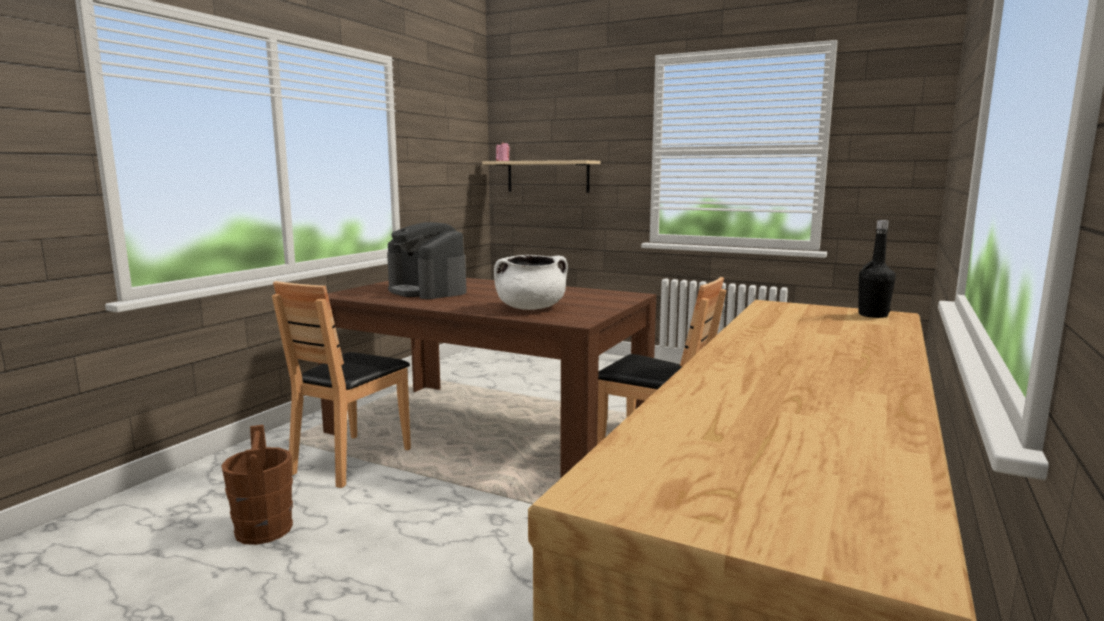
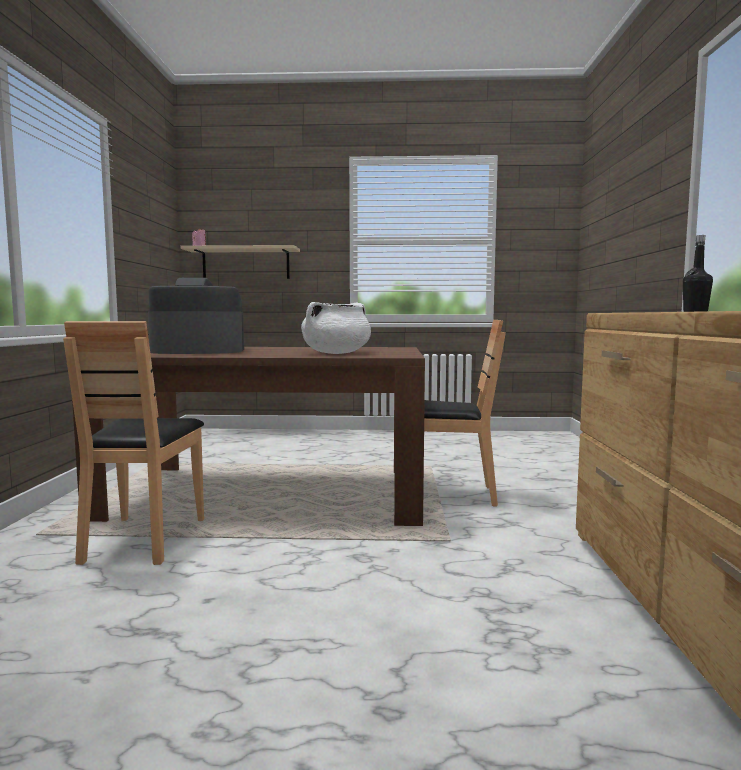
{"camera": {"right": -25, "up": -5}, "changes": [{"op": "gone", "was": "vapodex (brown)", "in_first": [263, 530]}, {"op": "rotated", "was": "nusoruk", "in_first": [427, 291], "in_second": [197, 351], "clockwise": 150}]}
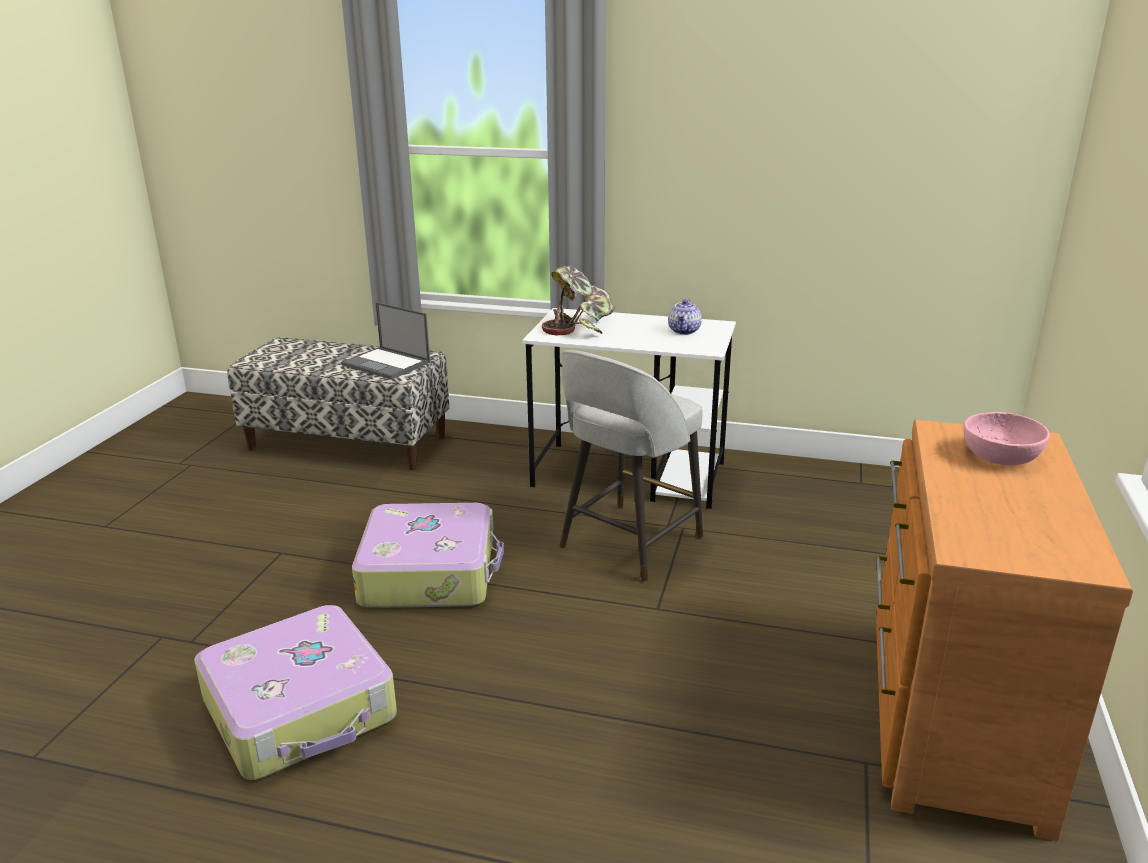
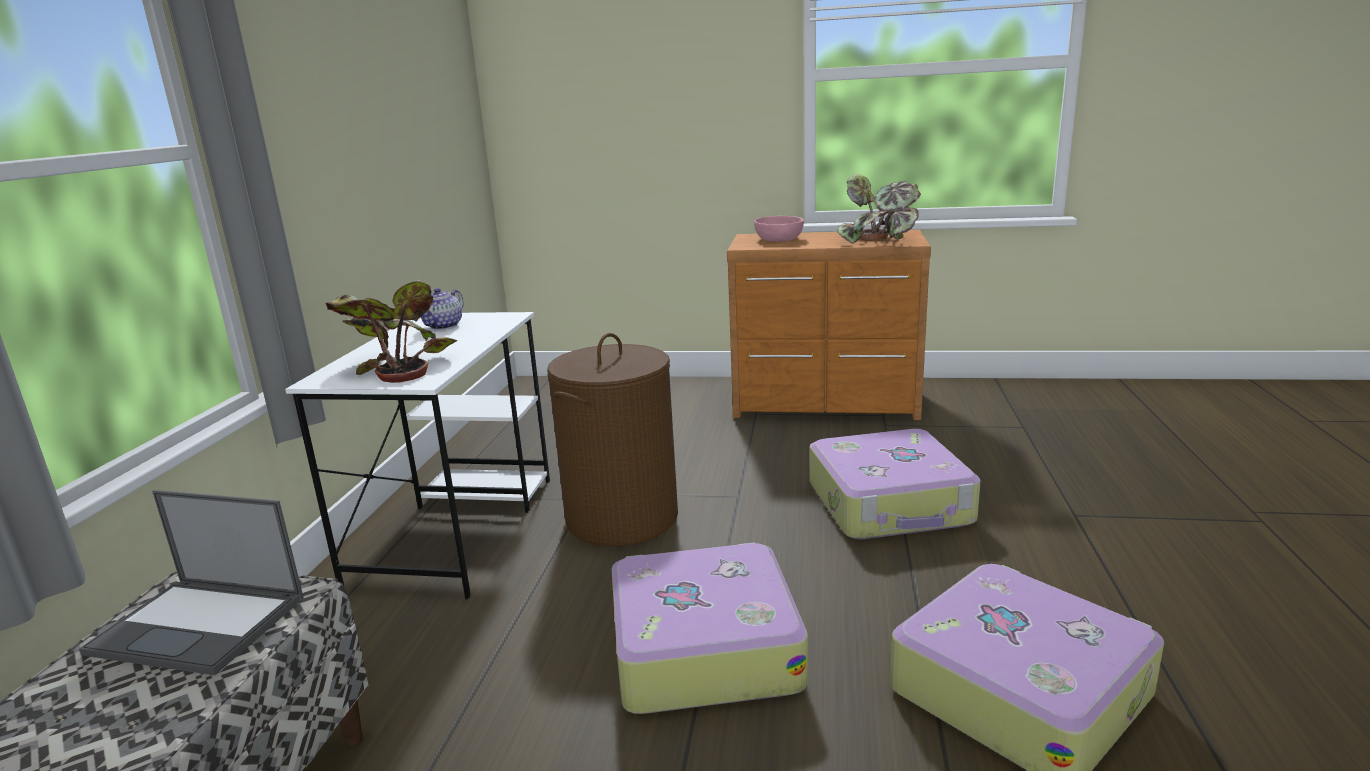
{"camera": {"right": -95, "up": -5}, "changes": [{"op": "rotated", "was": "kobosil", "in_first": [387, 364], "in_second": [201, 625], "clockwise": 75}, {"op": "swapped", "was": "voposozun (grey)", "now": "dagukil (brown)", "in_first": [628, 544], "in_second": [622, 518]}, {"op": "rotated", "was": "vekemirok", "in_first": [684, 331], "in_second": [443, 326], "clockwise": 105}, {"op": "new", "now": "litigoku", "in_second": [890, 504]}, {"op": "new", "now": "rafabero", "in_second": [880, 241]}]}
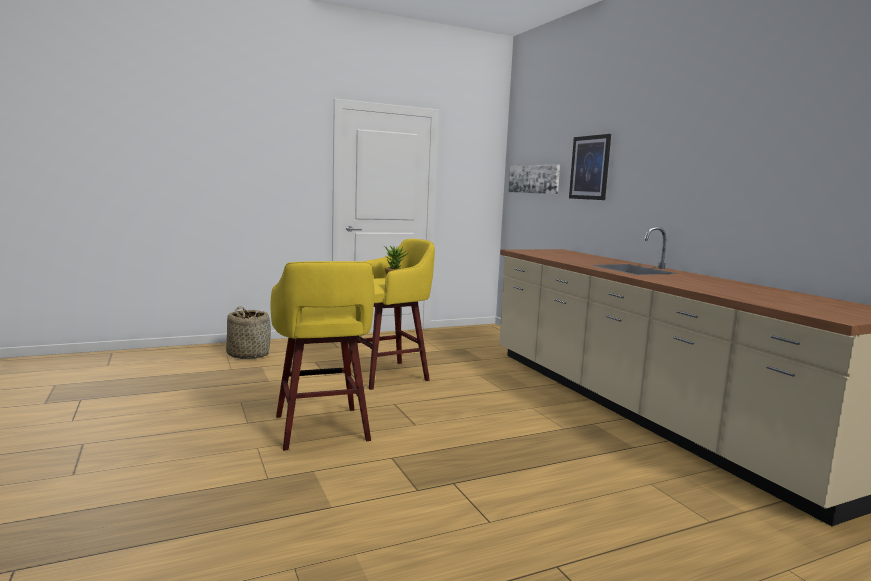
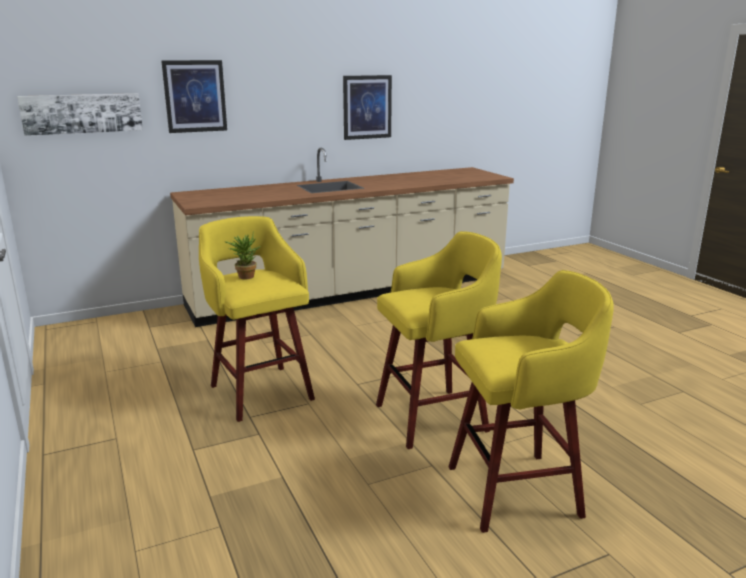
{"camera": {"right": -90, "up": 10}, "changes": [{"op": "gone", "was": "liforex", "in_first": [248, 354]}, {"op": "new", "now": "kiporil", "in_second": [367, 107]}, {"op": "new", "now": "voposozun (yellow)", "in_second": [518, 490]}]}
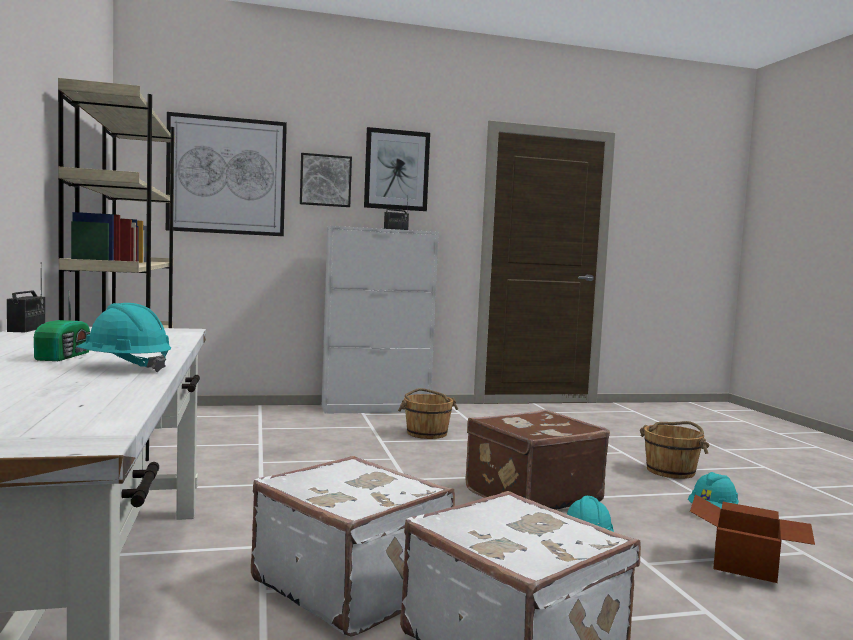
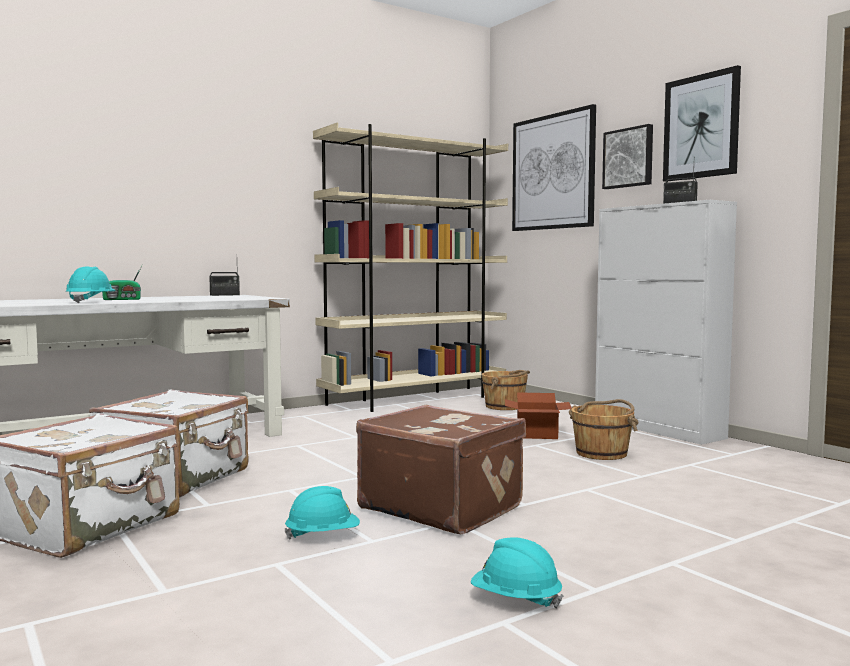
{"camera": {"right": 70, "up": 0}, "changes": [{"op": "shifted", "was": "vapodex (brown)", "in_first": [671, 471], "in_second": [505, 406]}, {"op": "shifted", "was": "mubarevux", "in_first": [747, 565], "in_second": [536, 434]}]}
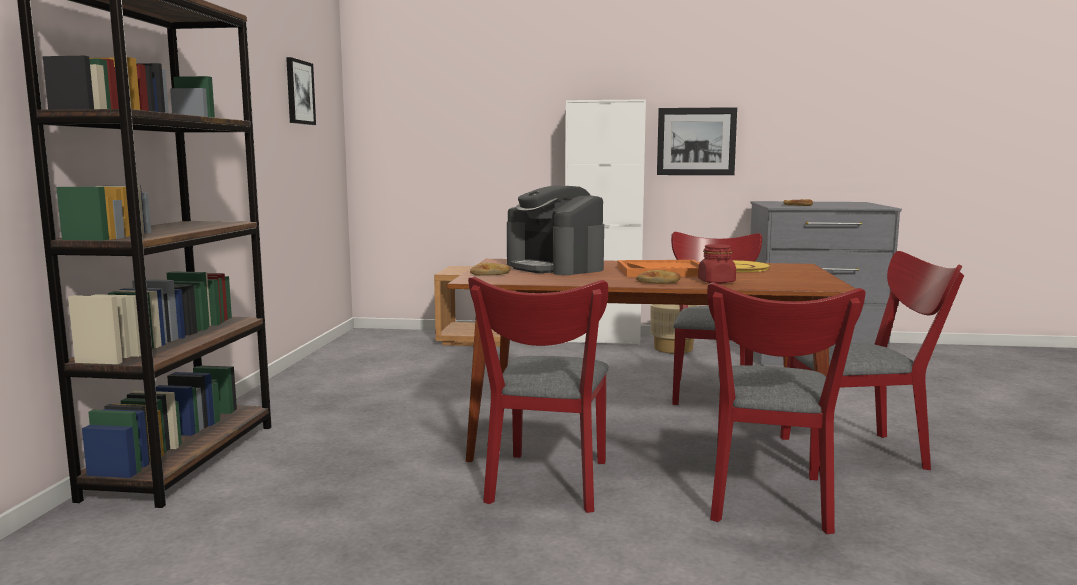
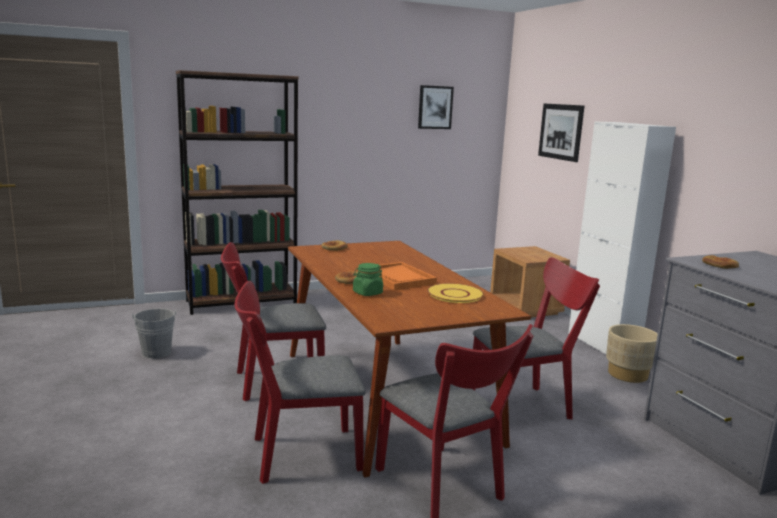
{"camera": {"right": 60, "up": 5}, "changes": [{"op": "gone", "was": "nusoruk", "in_first": [555, 267]}, {"op": "shifted", "was": "kiporil", "in_first": [696, 141], "in_second": [560, 131]}, {"op": "repainted", "was": "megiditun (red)", "now": "megiditun (green)", "in_first": [716, 282], "in_second": [367, 293]}, {"op": "new", "now": "vapodex (grey)", "in_second": [156, 354]}]}
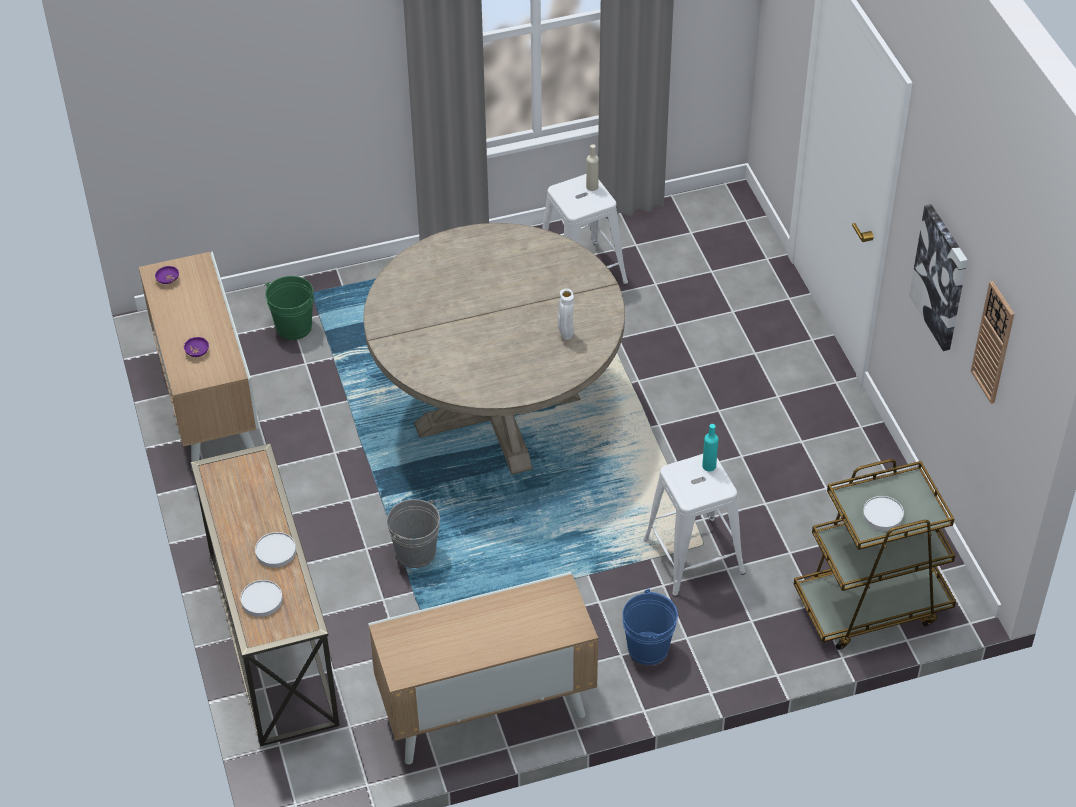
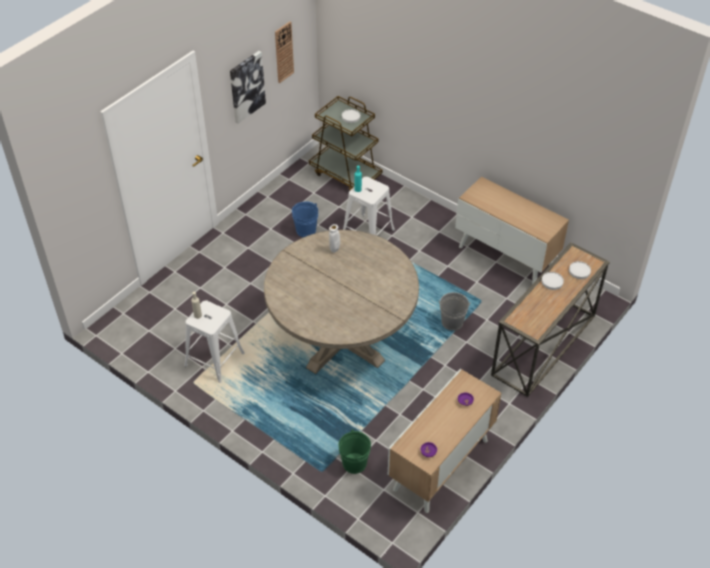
{"camera": {"right": -125, "up": 0}, "changes": [{"op": "shifted", "was": "vapodex (blue)", "in_first": [648, 648], "in_second": [306, 230]}]}
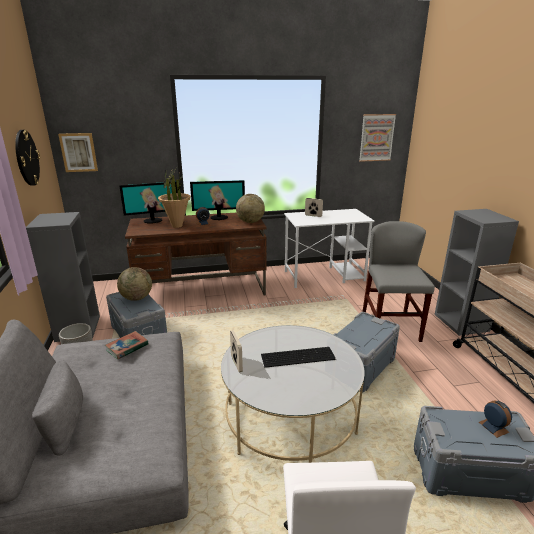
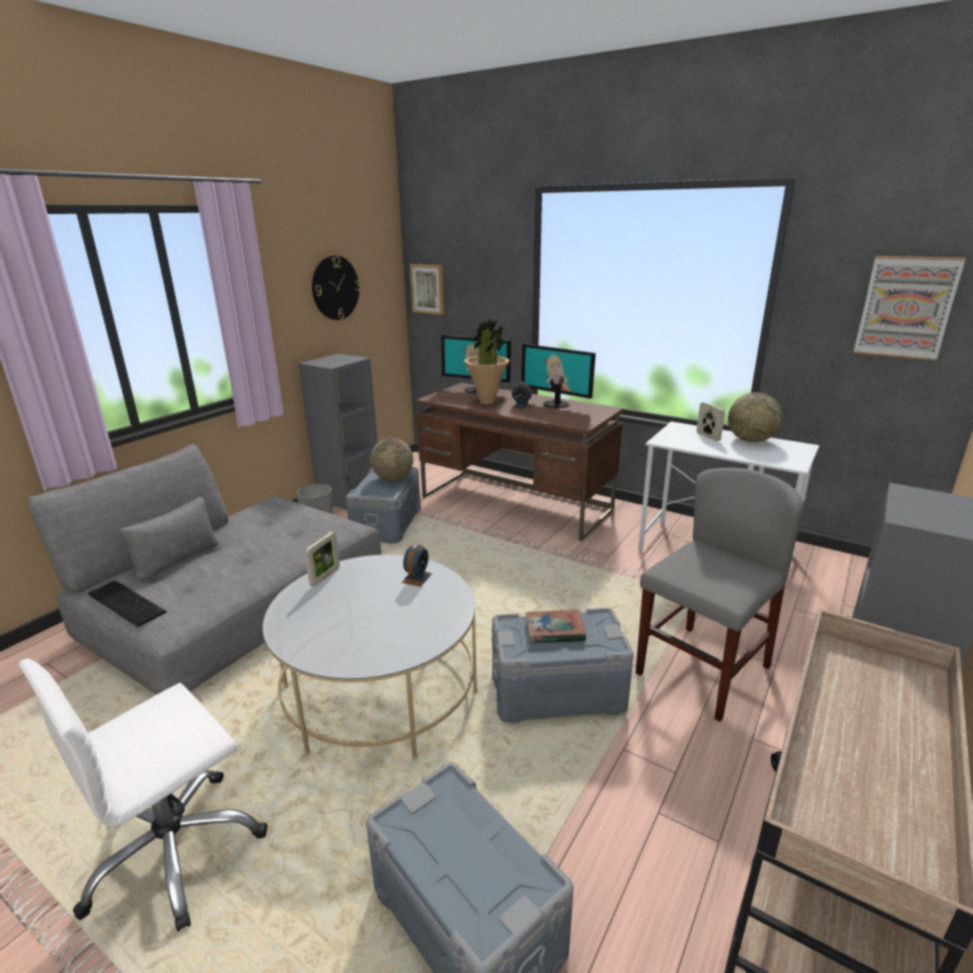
{"camera": {"right": 45, "up": 0}, "changes": [{"op": "shifted", "was": "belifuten", "in_first": [127, 347], "in_second": [554, 630]}, {"op": "shifted", "was": "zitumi", "in_first": [250, 222], "in_second": [750, 440]}, {"op": "shifted", "was": "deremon", "in_first": [296, 356], "in_second": [127, 602]}, {"op": "shifted", "was": "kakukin", "in_first": [493, 427], "in_second": [417, 578]}]}
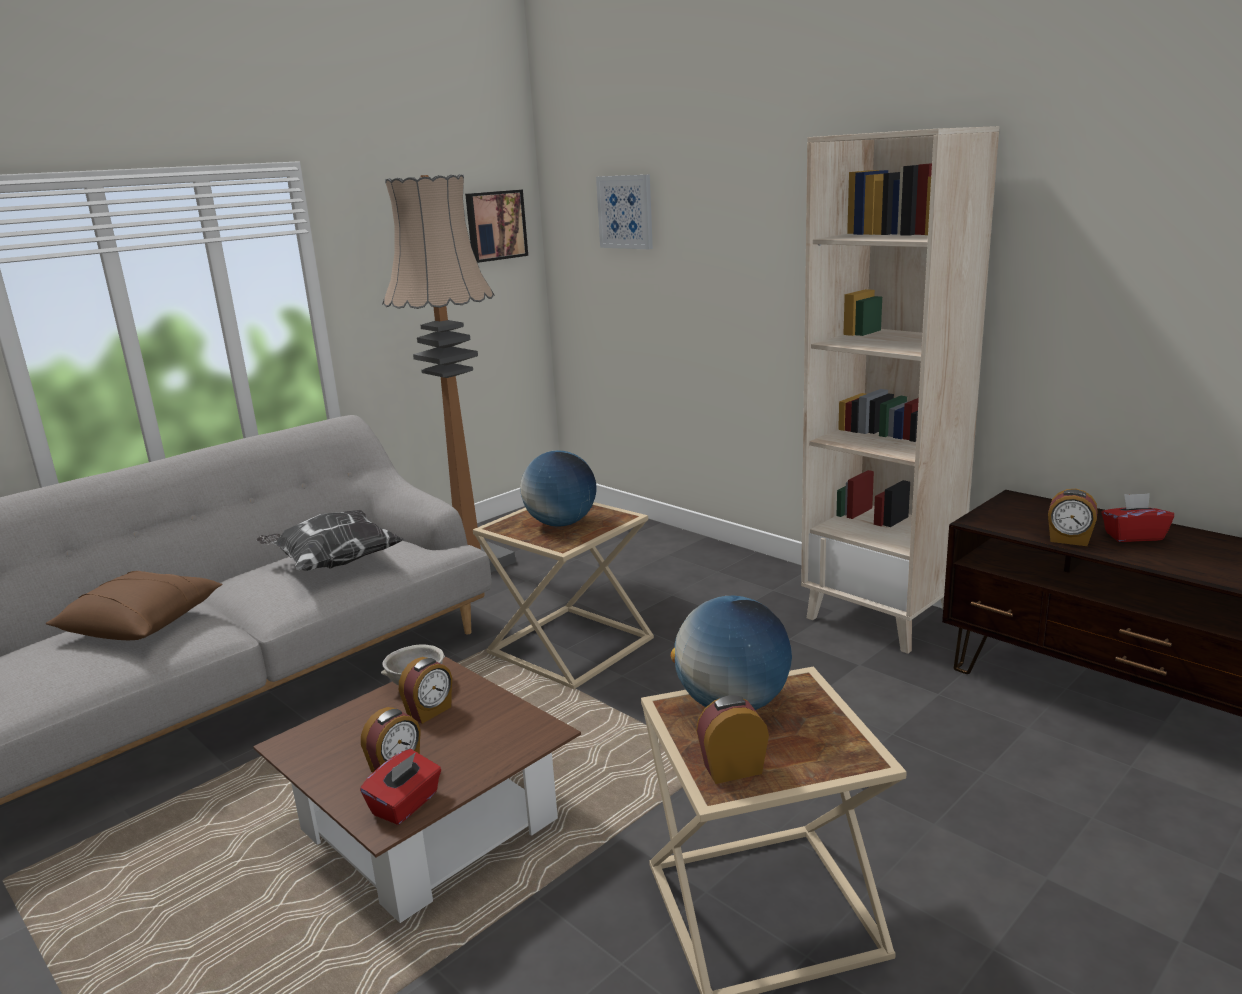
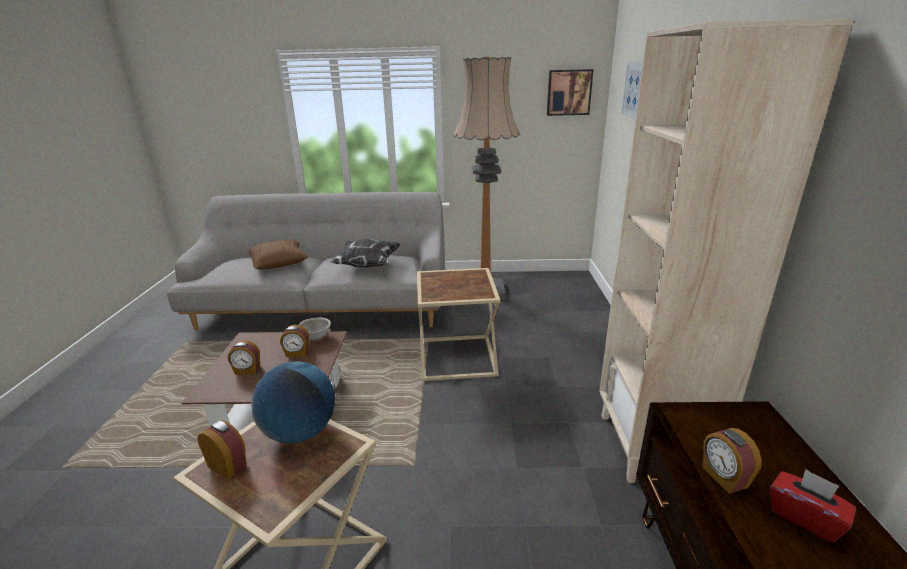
{"camera": {"right": 45, "up": 5}, "changes": [{"op": "gone", "was": "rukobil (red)", "in_first": [406, 804]}, {"op": "gone", "was": "zitumi", "in_first": [561, 523]}]}
